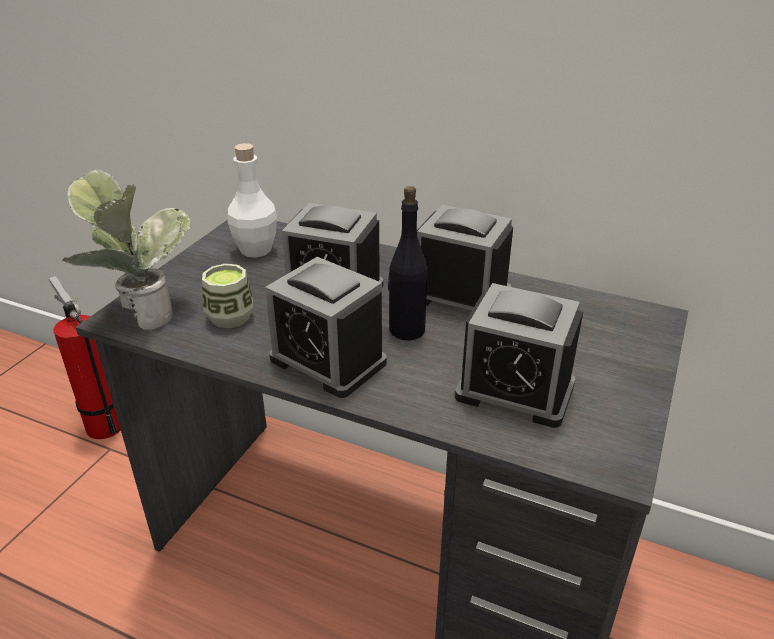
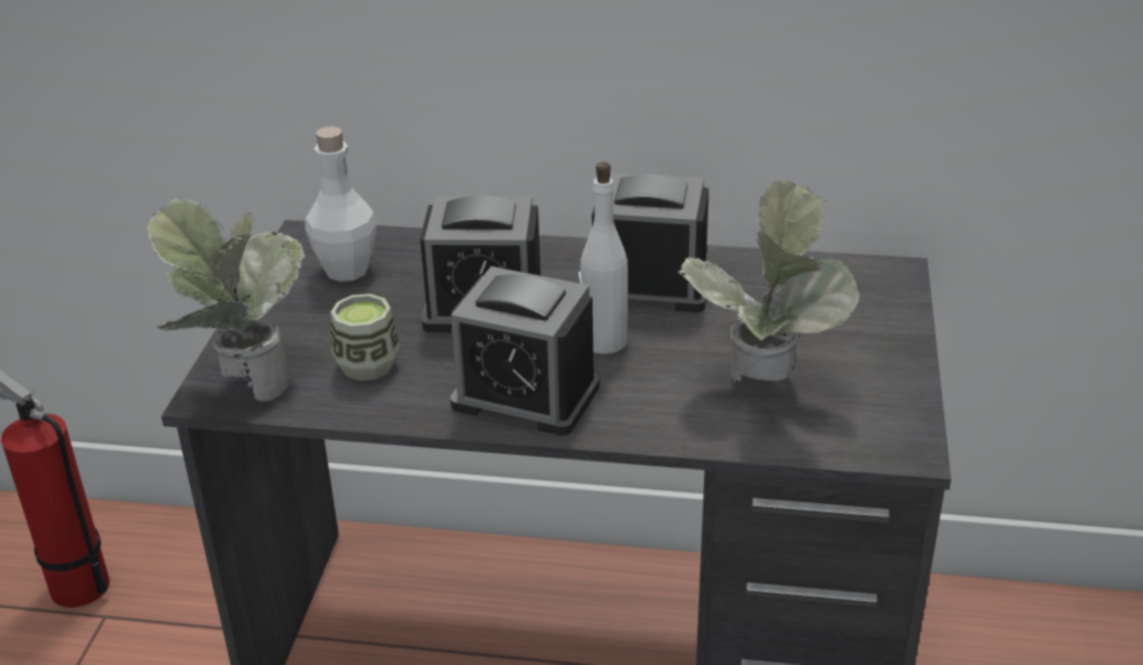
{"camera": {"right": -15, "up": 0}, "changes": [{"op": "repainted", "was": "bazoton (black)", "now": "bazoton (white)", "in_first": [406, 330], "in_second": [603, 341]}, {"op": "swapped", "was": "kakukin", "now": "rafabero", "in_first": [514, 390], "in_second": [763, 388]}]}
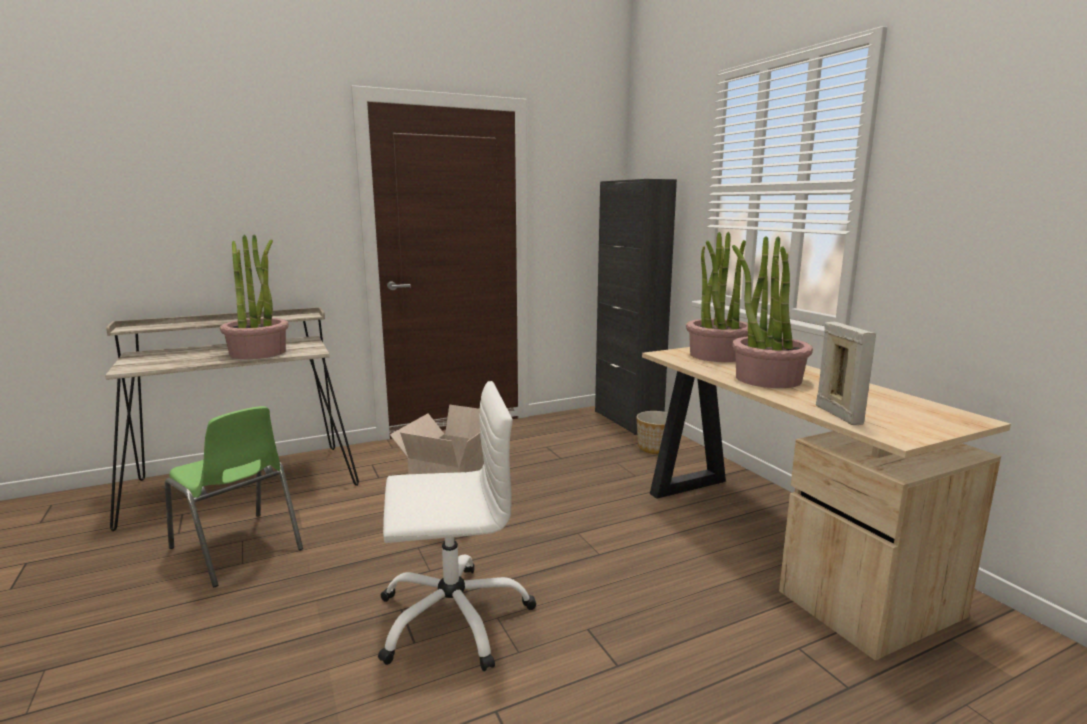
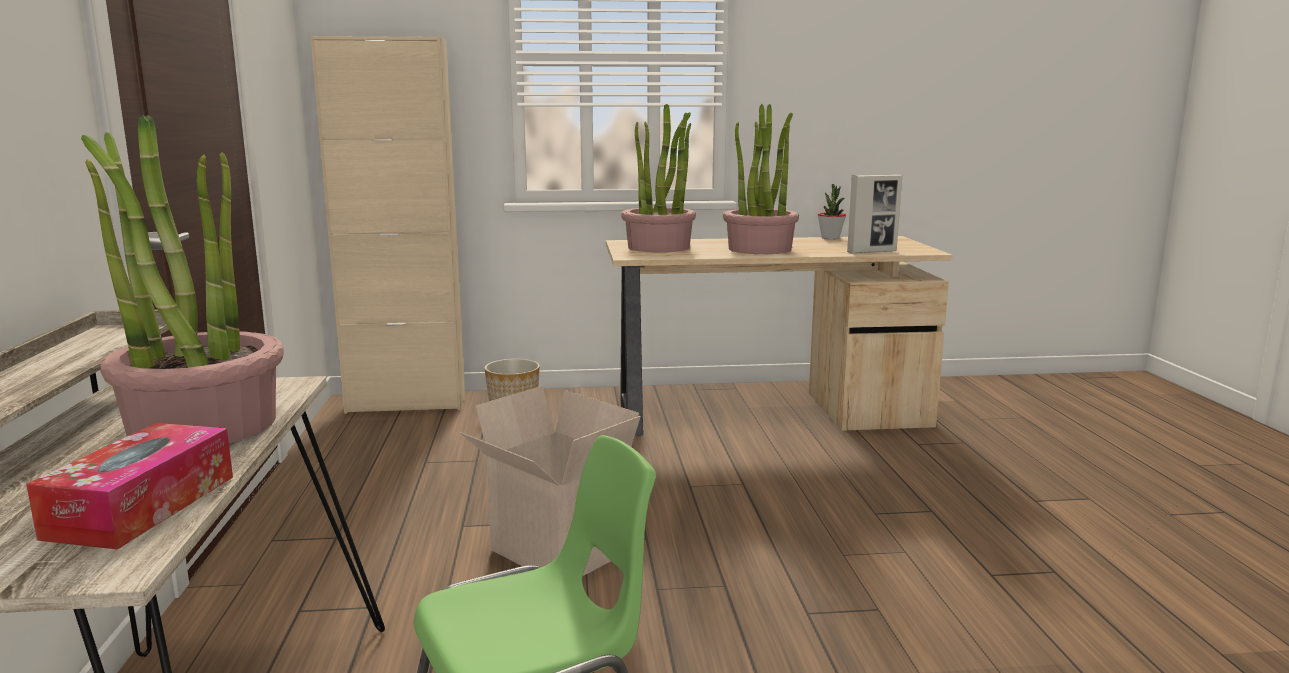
{"camera": {"right": -70, "up": 0}, "changes": [{"op": "gone", "was": "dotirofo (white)", "in_first": [453, 617]}, {"op": "repainted", "was": "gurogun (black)", "now": "gurogun (beige)", "in_first": [627, 420], "in_second": [406, 403]}, {"op": "rotated", "was": "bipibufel", "in_first": [838, 415], "in_second": [872, 252], "clockwise": 150}, {"op": "new", "now": "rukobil", "in_second": [142, 506]}, {"op": "new", "now": "rafabero", "in_second": [830, 238]}]}
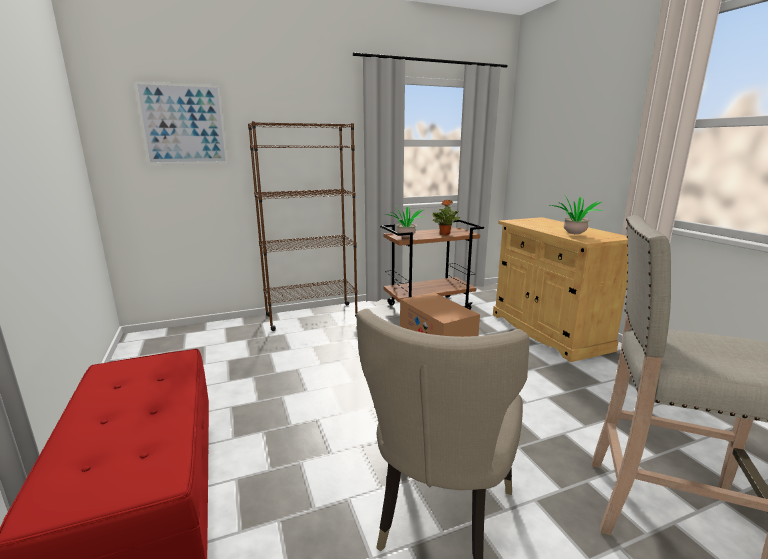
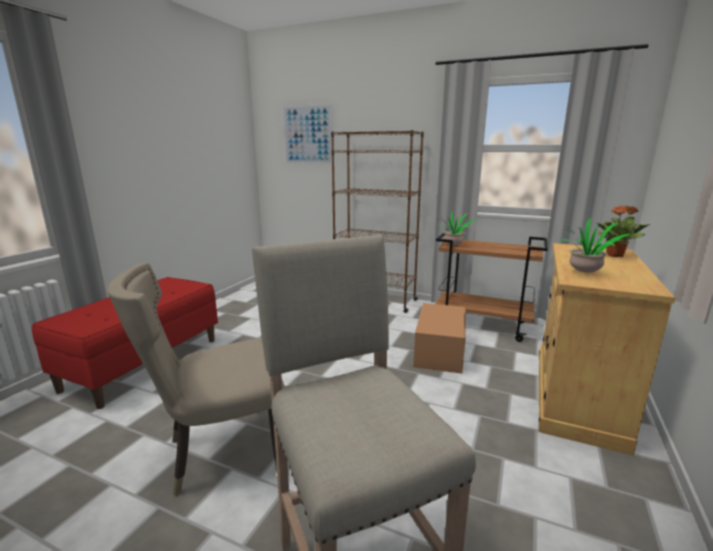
{"camera": {"right": 45, "up": 0}, "changes": [{"op": "shifted", "was": "rafabero", "in_first": [445, 234], "in_second": [615, 255]}]}
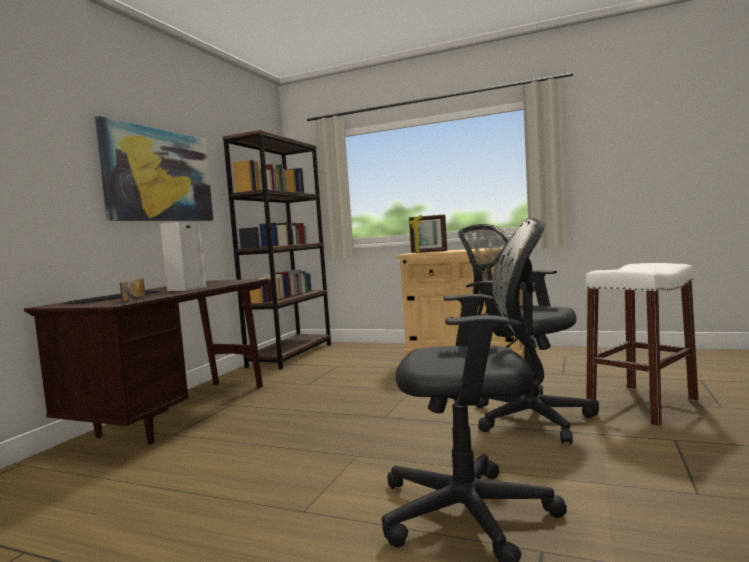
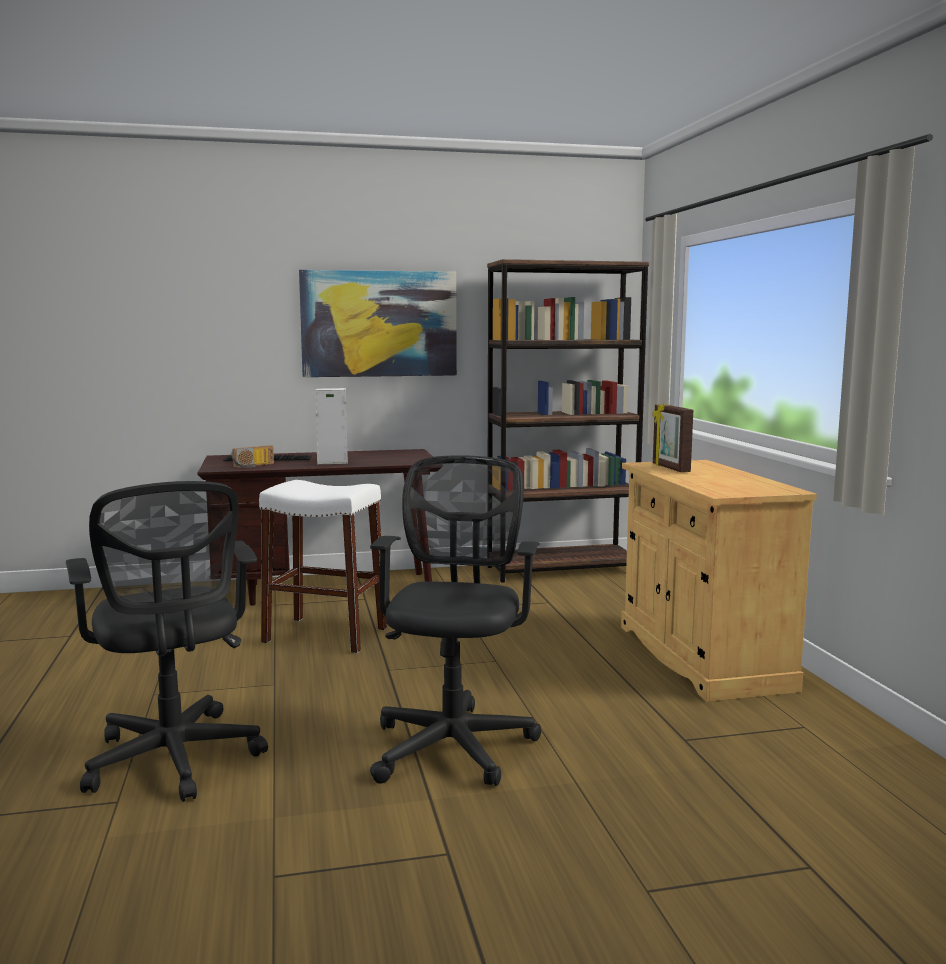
{"camera": {"right": 55, "up": 5}, "changes": [{"op": "shifted", "was": "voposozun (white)", "in_first": [642, 404], "in_second": [325, 635]}]}
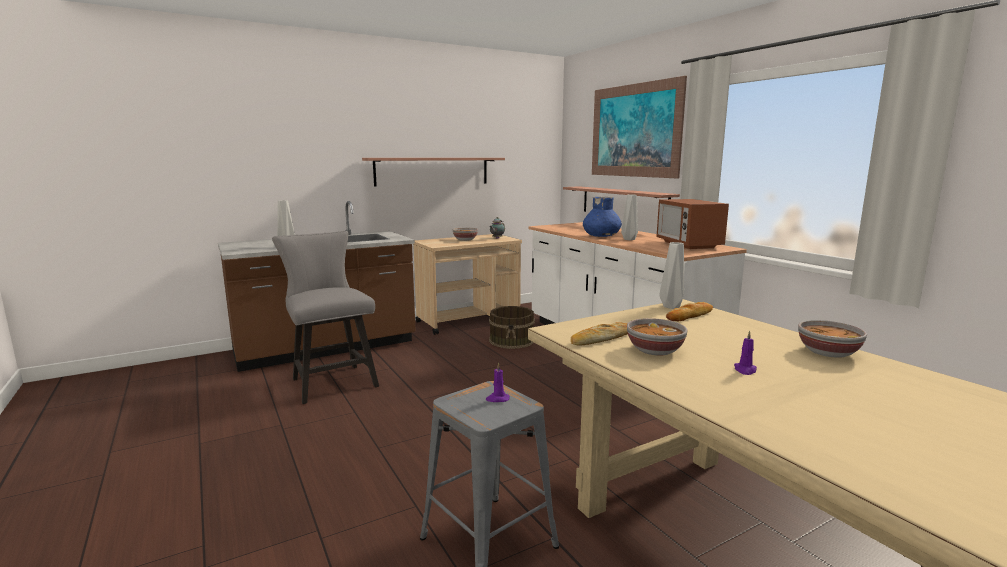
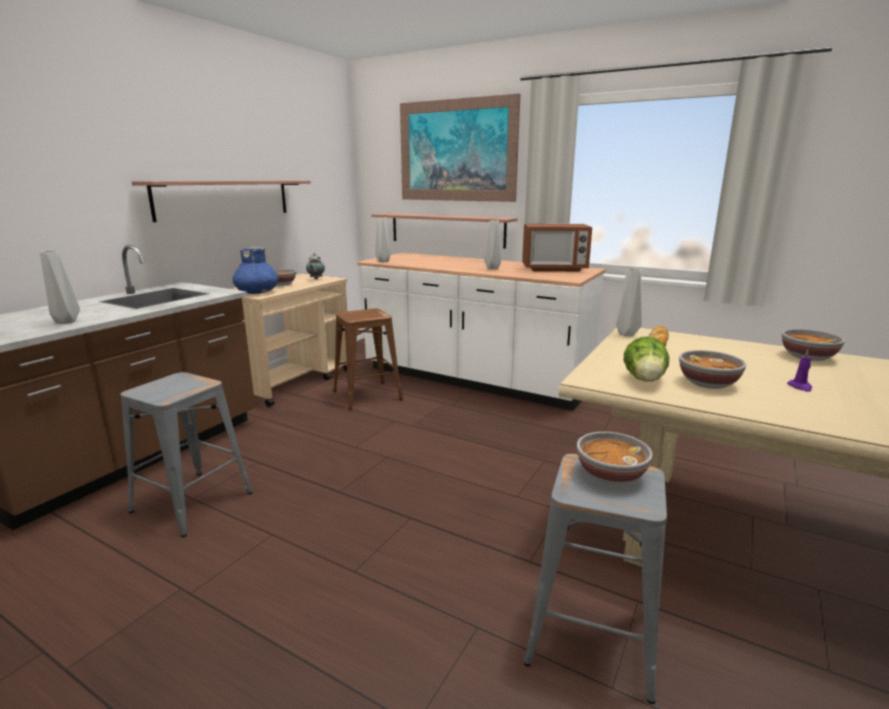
{"camera": {"right": -30, "up": 5}, "changes": [{"op": "swapped", "was": "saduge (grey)", "now": "voposozun (grey)", "in_first": [331, 381], "in_second": [191, 501]}, {"op": "swapped", "was": "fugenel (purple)", "now": "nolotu", "in_first": [497, 399], "in_second": [610, 475]}, {"op": "swapped", "was": "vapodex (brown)", "now": "voposozun (brown)", "in_first": [512, 340], "in_second": [367, 395]}, {"op": "swapped", "was": "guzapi", "now": "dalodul", "in_first": [601, 338], "in_second": [645, 381]}, {"op": "shifted", "was": "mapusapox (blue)", "in_first": [601, 236], "in_second": [257, 292]}, {"op": "rotated", "was": "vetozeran", "in_first": [688, 244], "in_second": [554, 269], "clockwise": -45}, {"op": "new", "now": "mapusapox (grey)", "in_second": [384, 261]}]}
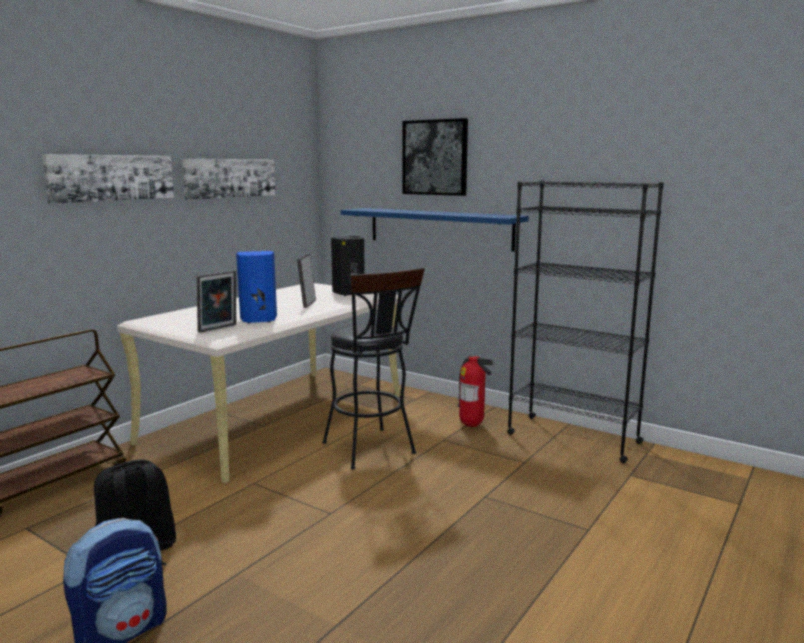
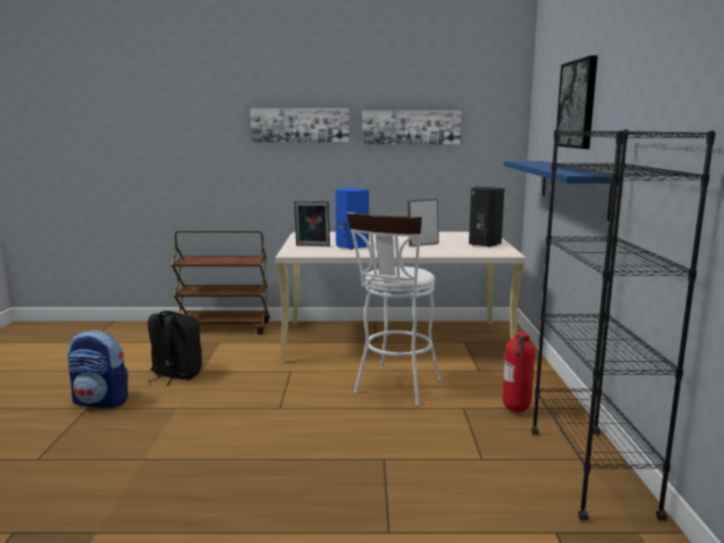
{"camera": {"right": 55, "up": 0}, "changes": [{"op": "repainted", "was": "voposozun (black)", "now": "voposozun (white)", "in_first": [372, 451], "in_second": [395, 388]}]}
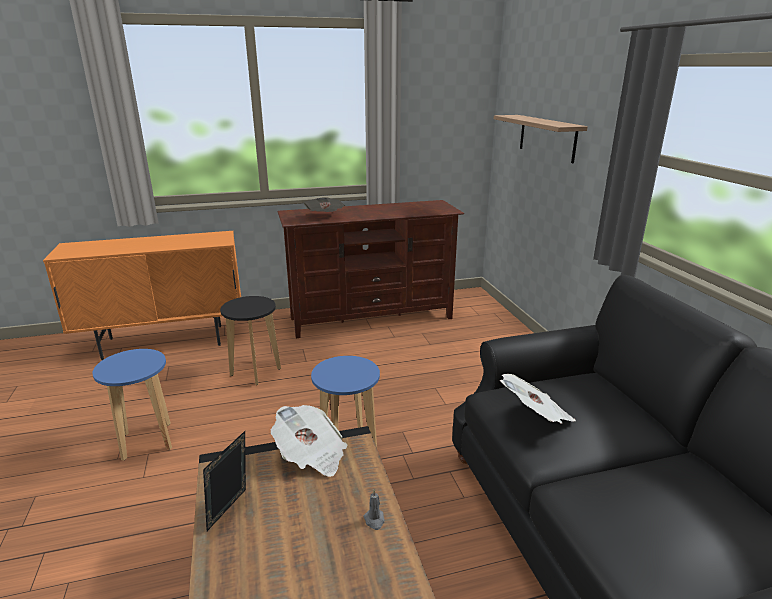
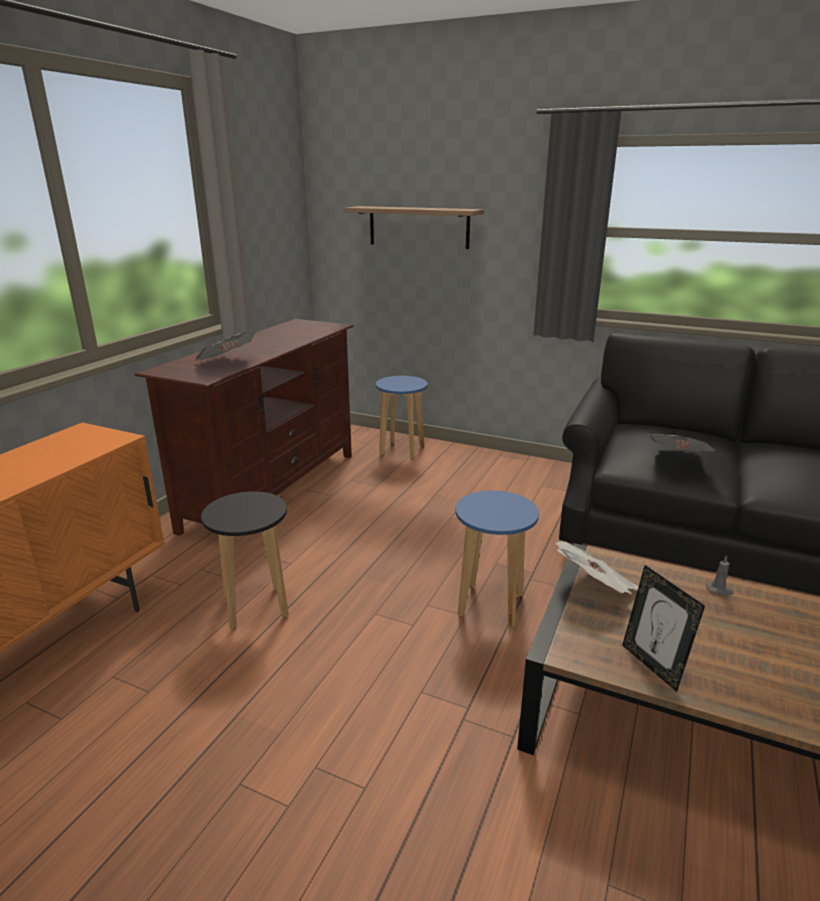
{"camera": {"right": -50, "up": 0}, "changes": [{"op": "shifted", "was": "voposozun (blue)", "in_first": [147, 441], "in_second": [402, 450]}]}
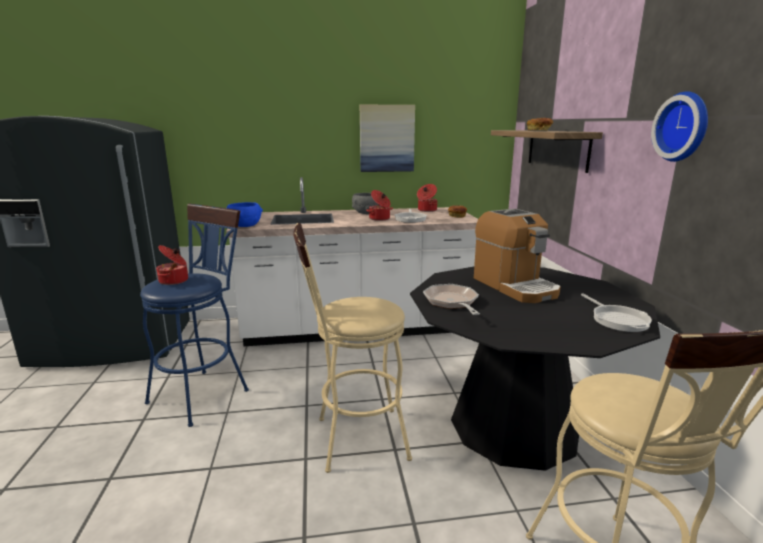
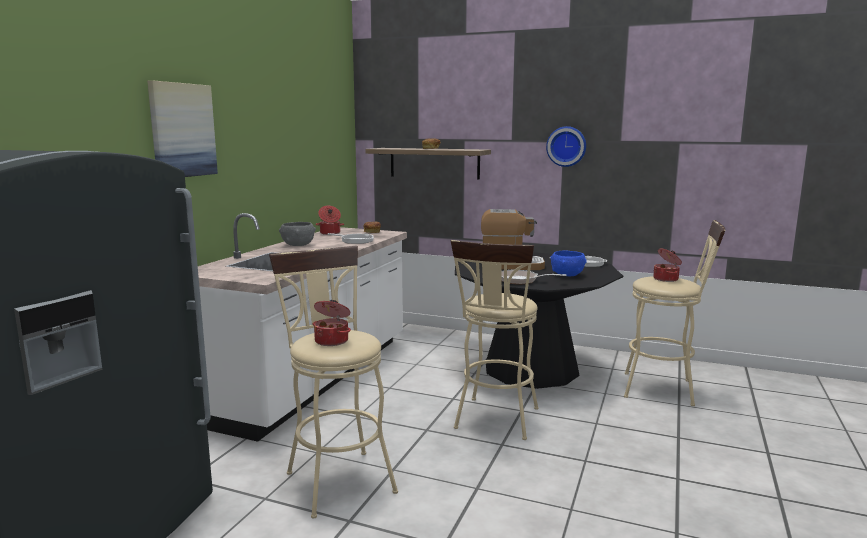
{"camera": {"right": -60, "up": -5}, "changes": [{"op": "repainted", "was": "voposozun (blue)", "now": "voposozun (beige)", "in_first": [204, 392], "in_second": [337, 477]}, {"op": "shifted", "was": "nolotu (blue)", "in_first": [245, 226], "in_second": [567, 275]}, {"op": "shifted", "was": "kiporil", "in_first": [386, 138], "in_second": [182, 130]}, {"op": "shifted", "was": "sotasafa", "in_first": [380, 219], "in_second": [666, 279]}]}
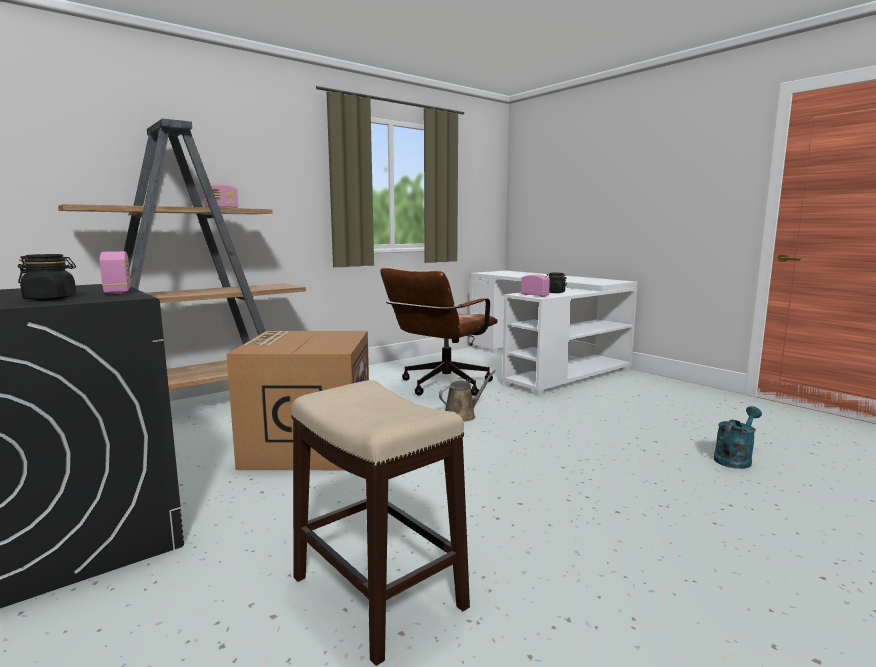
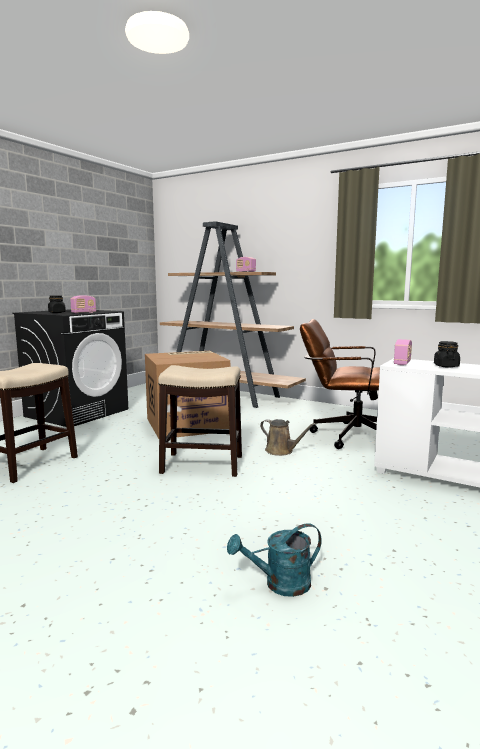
{"camera": {"right": 70, "up": 0}, "changes": [{"op": "rotated", "was": "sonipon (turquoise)", "in_first": [734, 458], "in_second": [280, 584], "clockwise": 135}, {"op": "new", "now": "voposozun", "in_second": [203, 464]}]}
